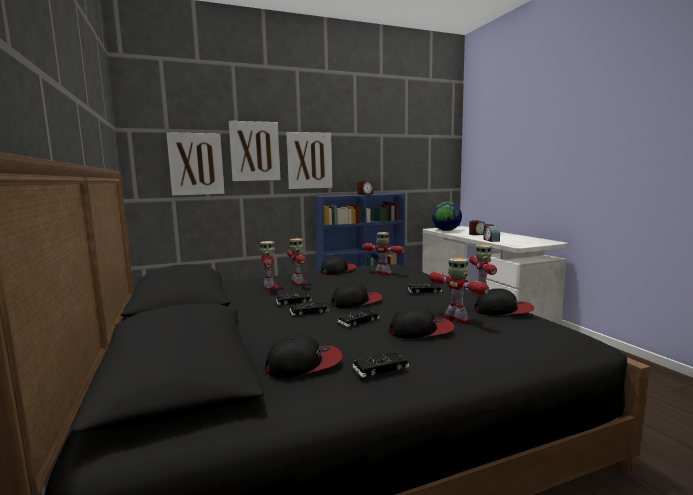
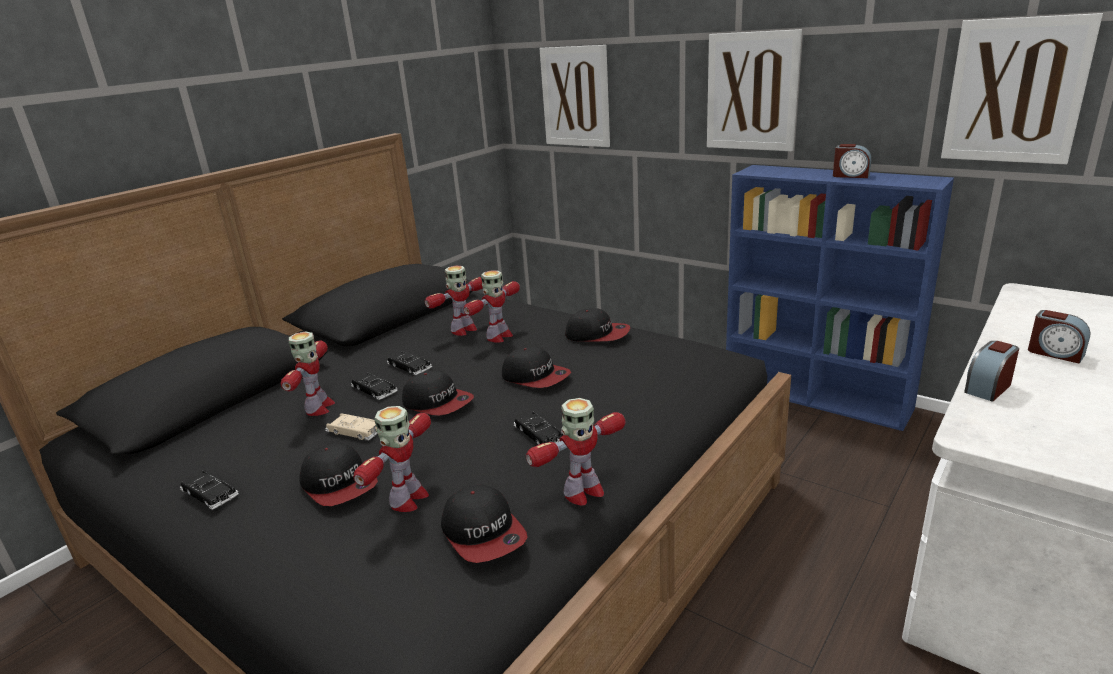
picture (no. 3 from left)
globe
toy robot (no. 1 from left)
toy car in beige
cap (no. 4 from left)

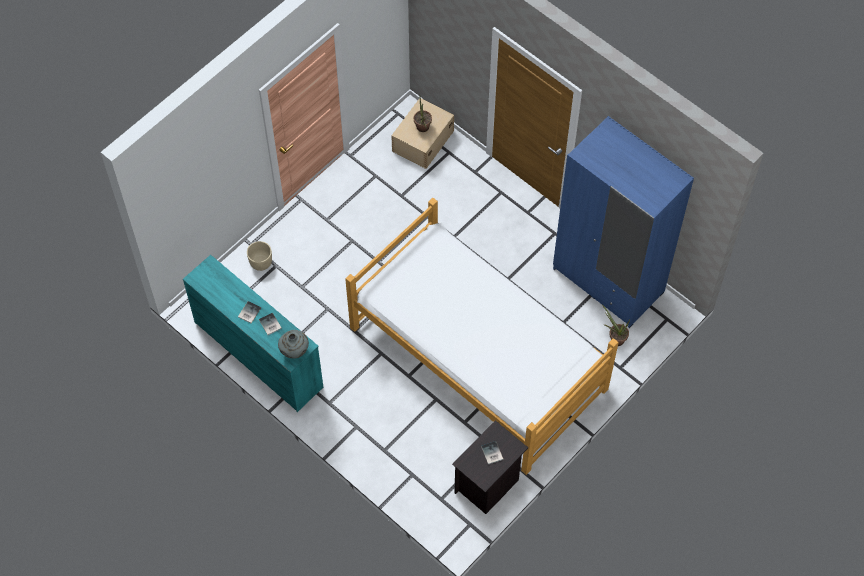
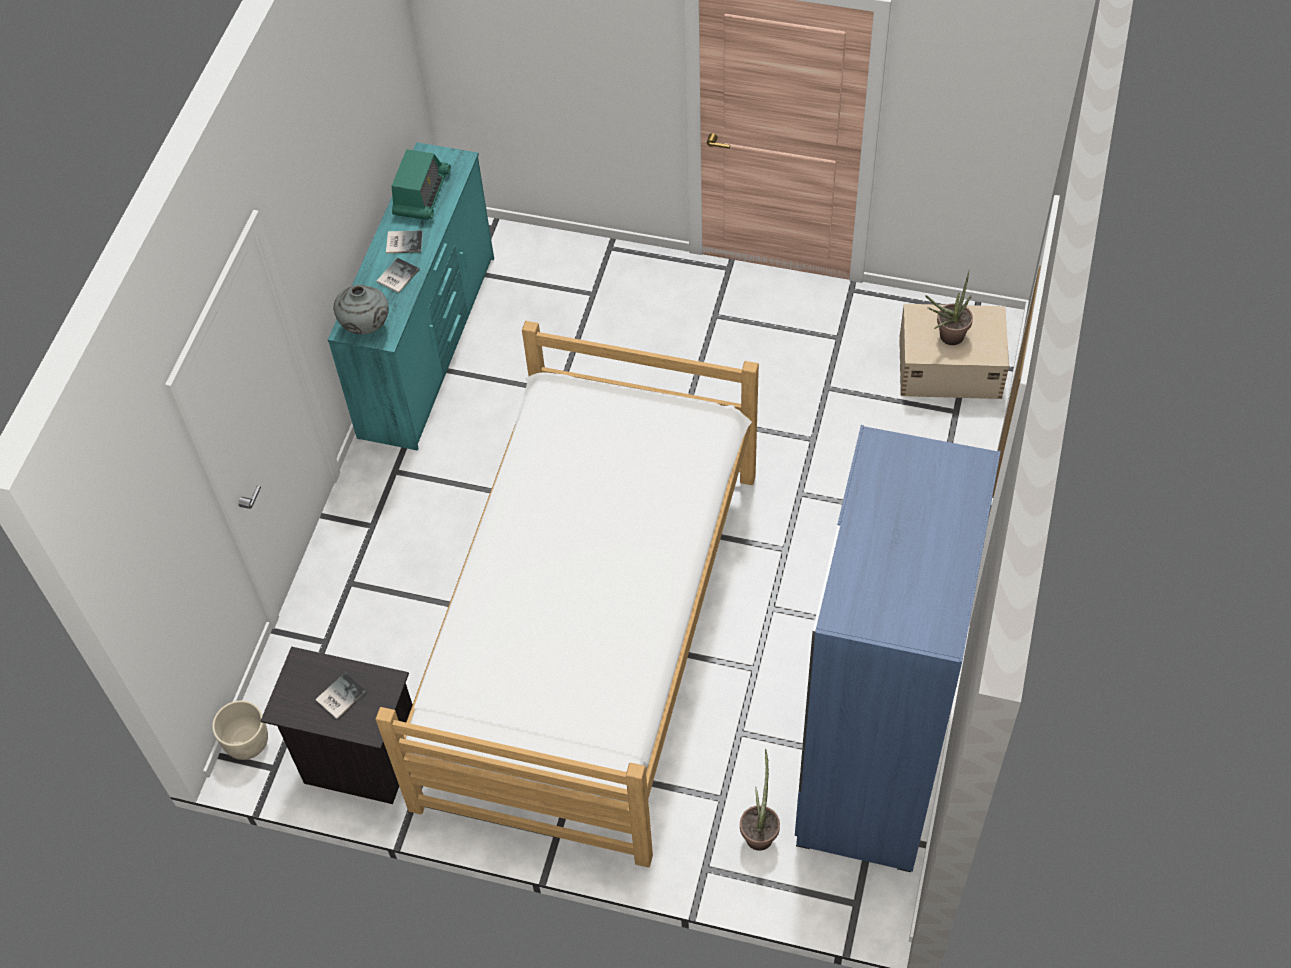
planter in beige
radio

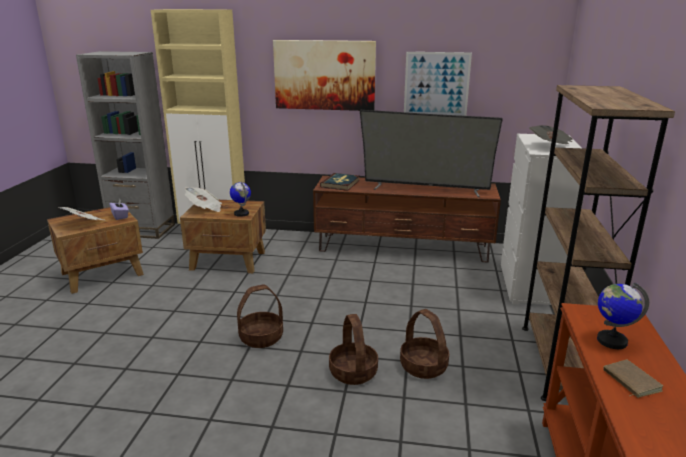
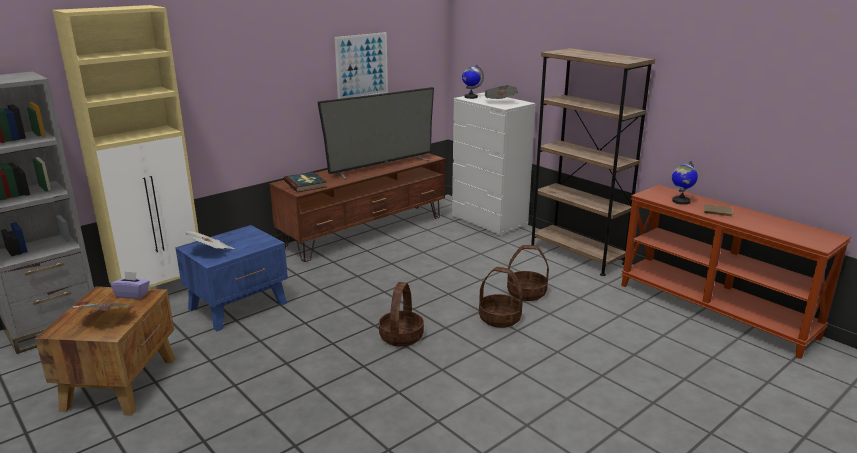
picture (no. 1 from left in the first image)
globe (no. 1 from left)
side table in blue

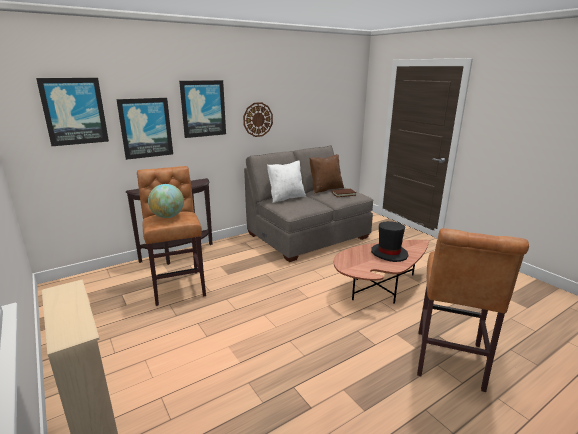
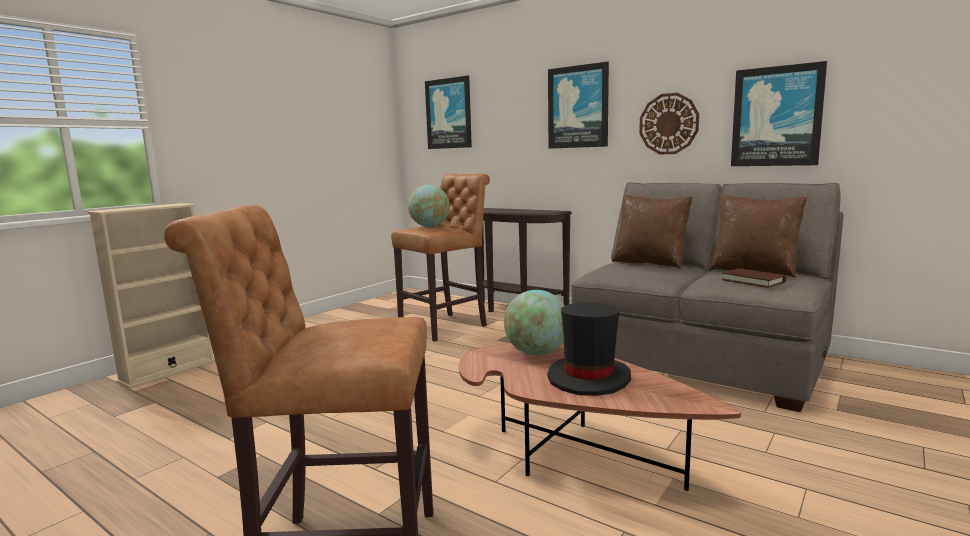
picture (no. 3 from left)
pillow in brown (no. 1 from left)
globe (no. 2 from left)

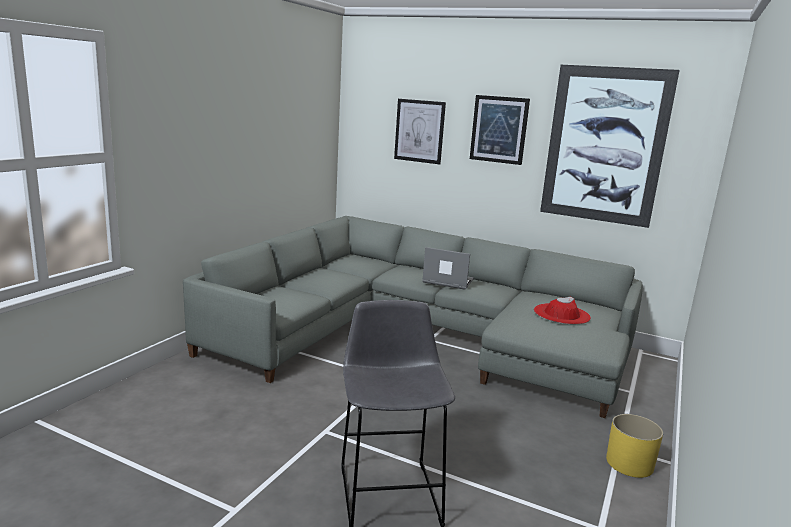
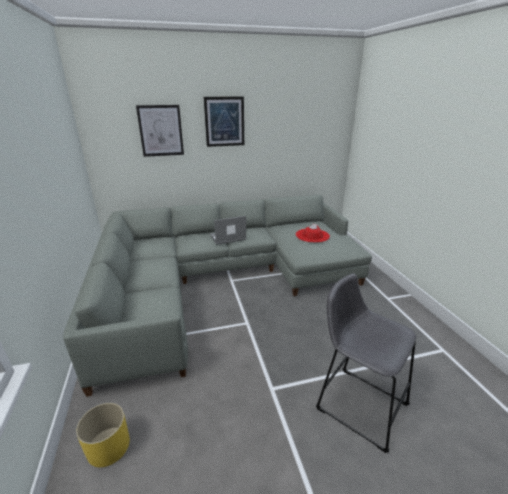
picture (no. 3 from left in the first image)
planter in yellow

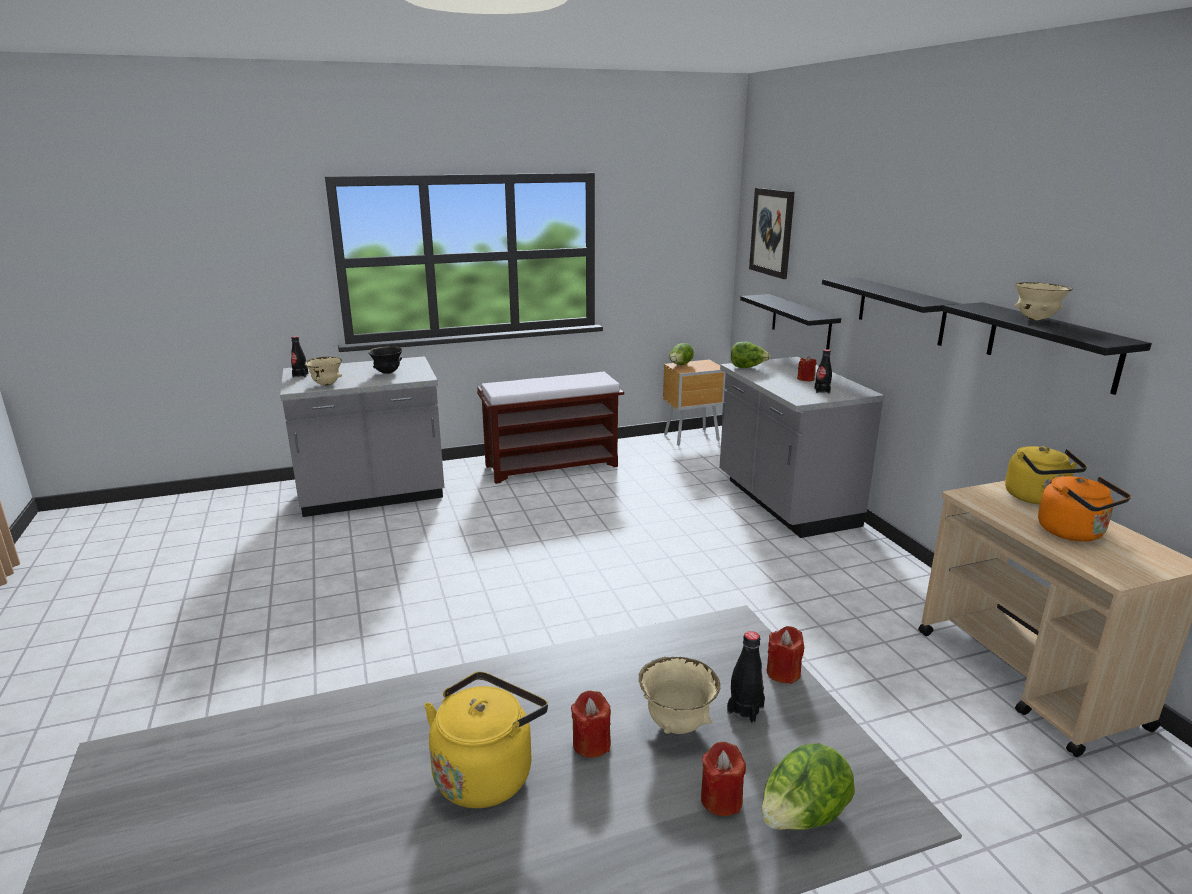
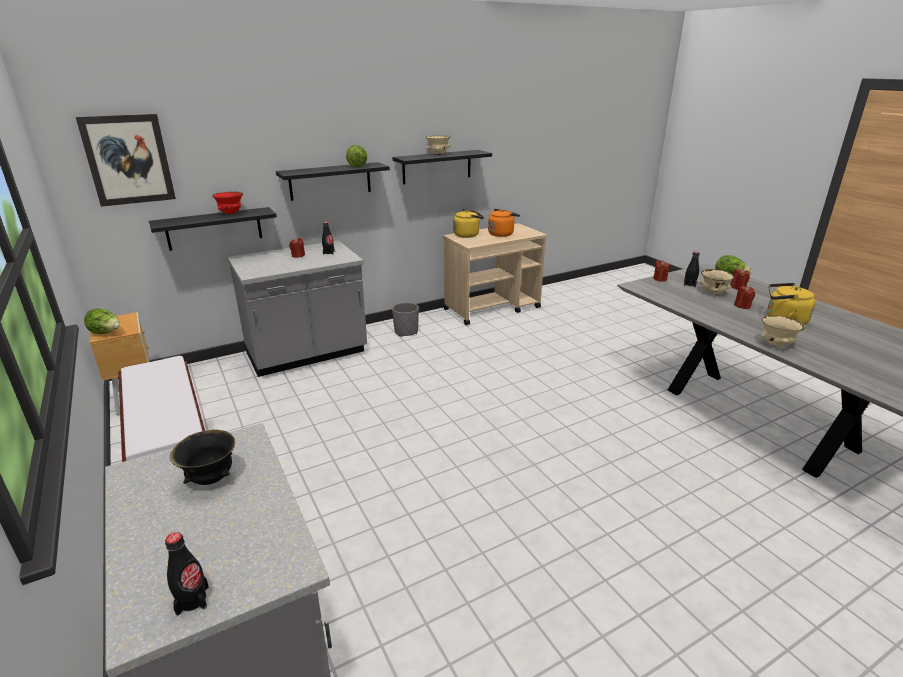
lettuce (no. 2 from left)
bowl in beige (no. 3 from left)
bowl in red
planter in grey

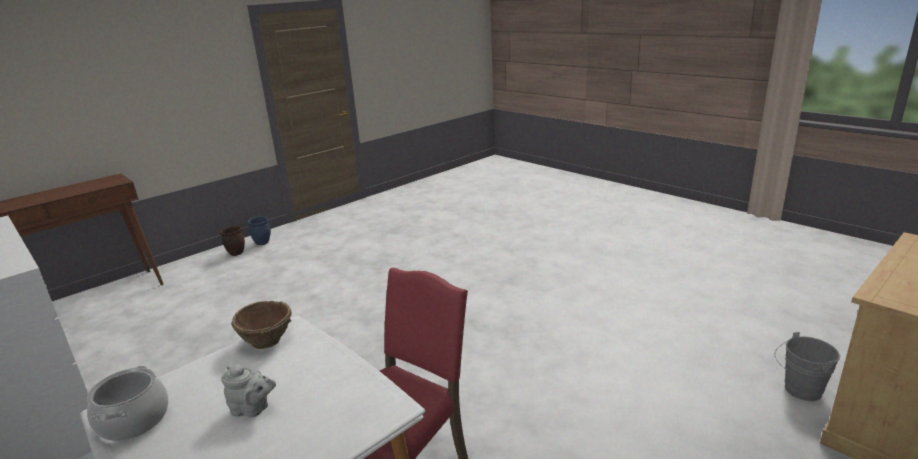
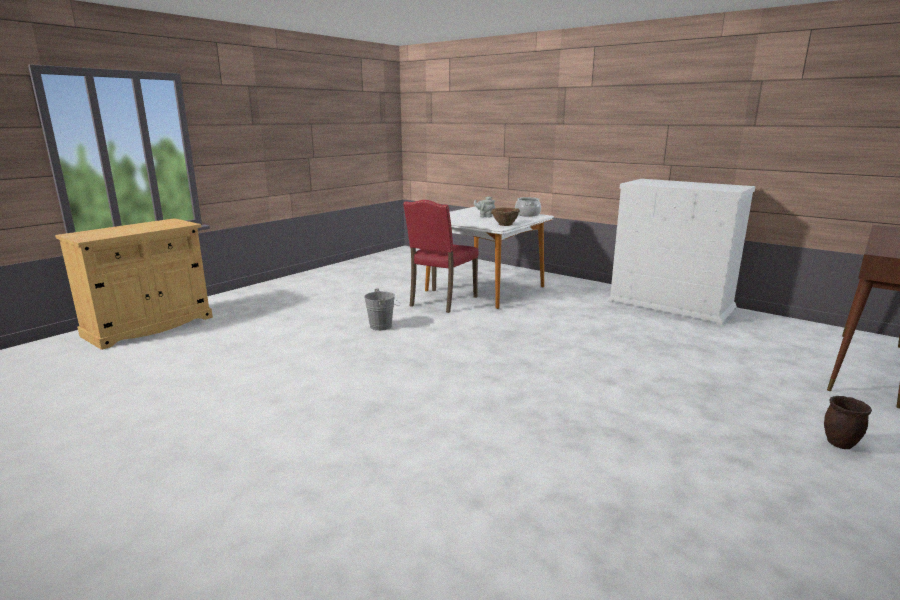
planter in blue
bucket in grey

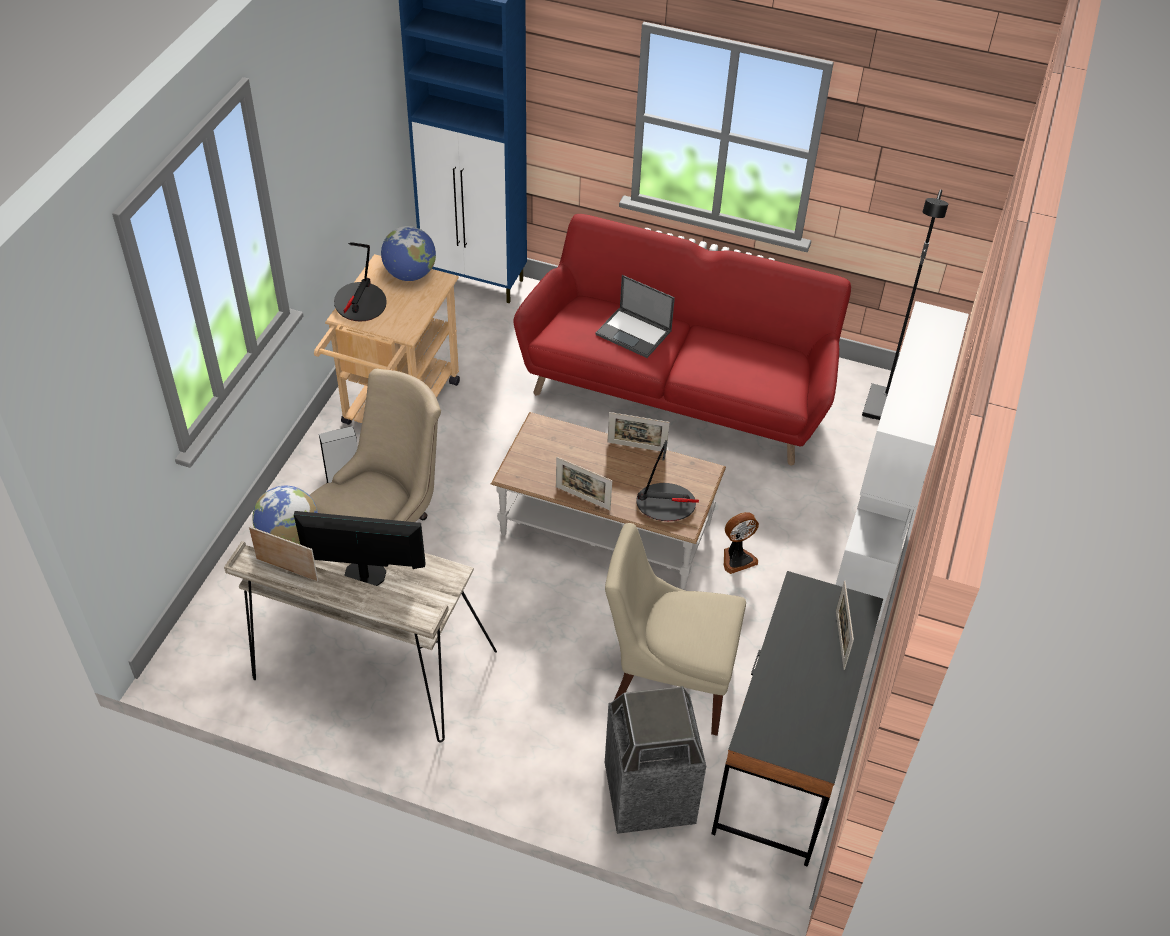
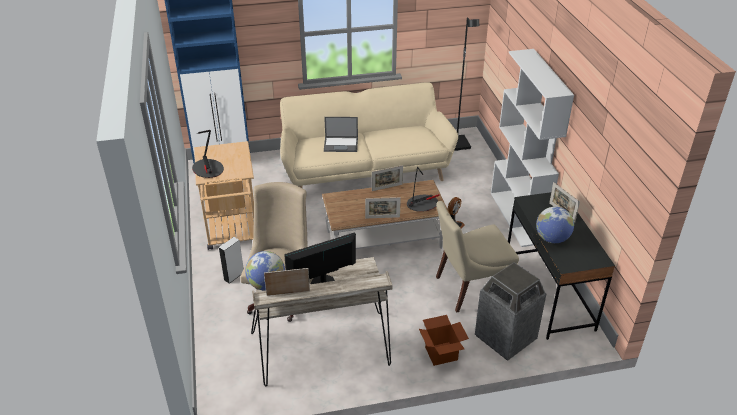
sofa in beige
globe (no. 2 from left)
cardboard box

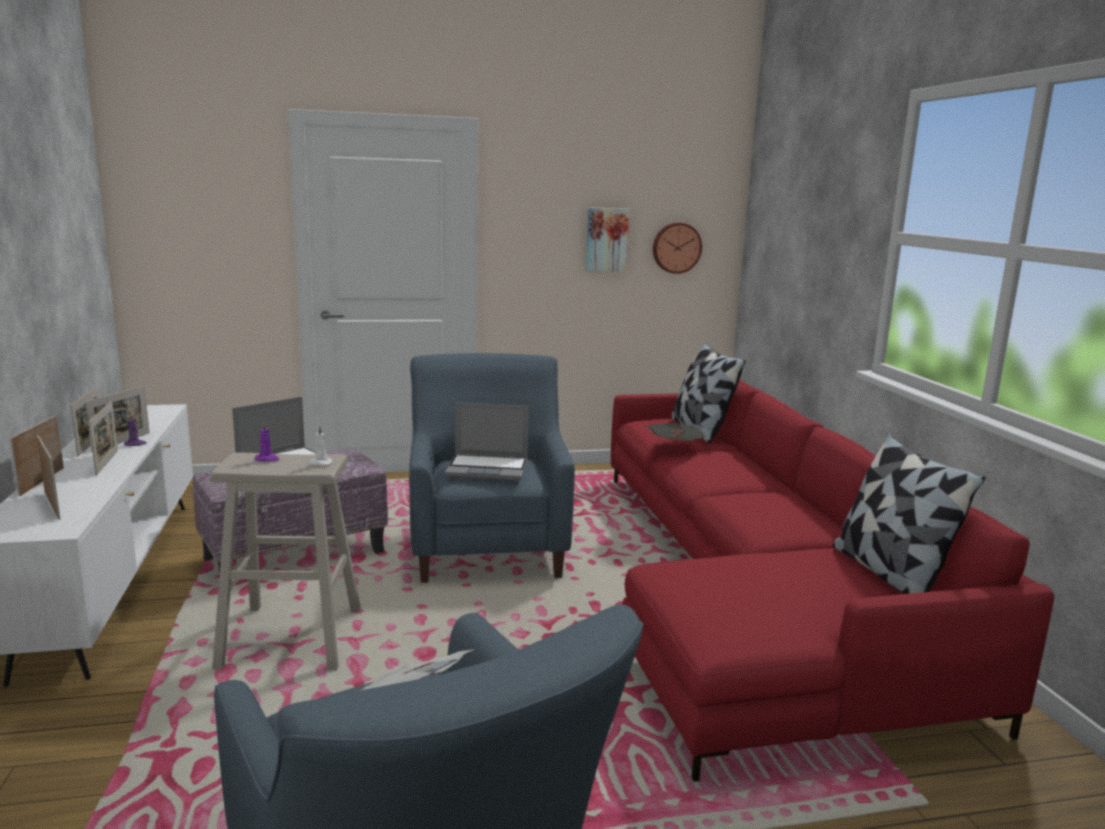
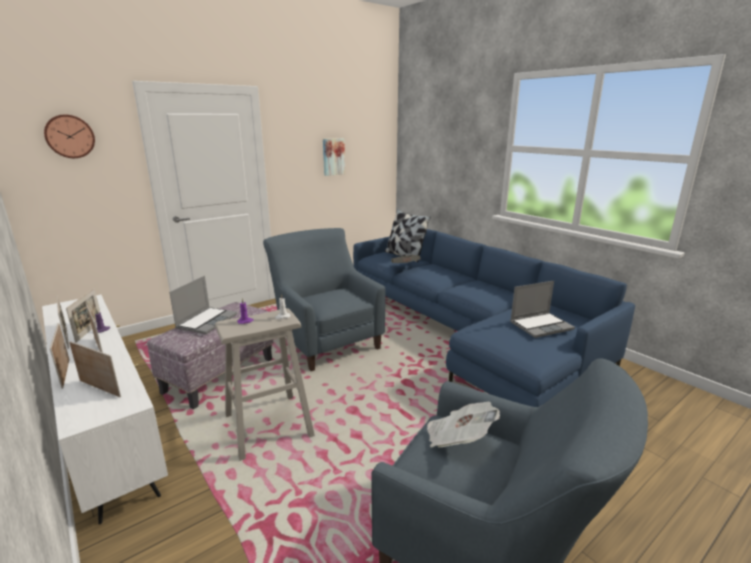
wall clock
sofa in blue
laptop (no. 2 from left)
pillow (no. 2 from left in the first image)

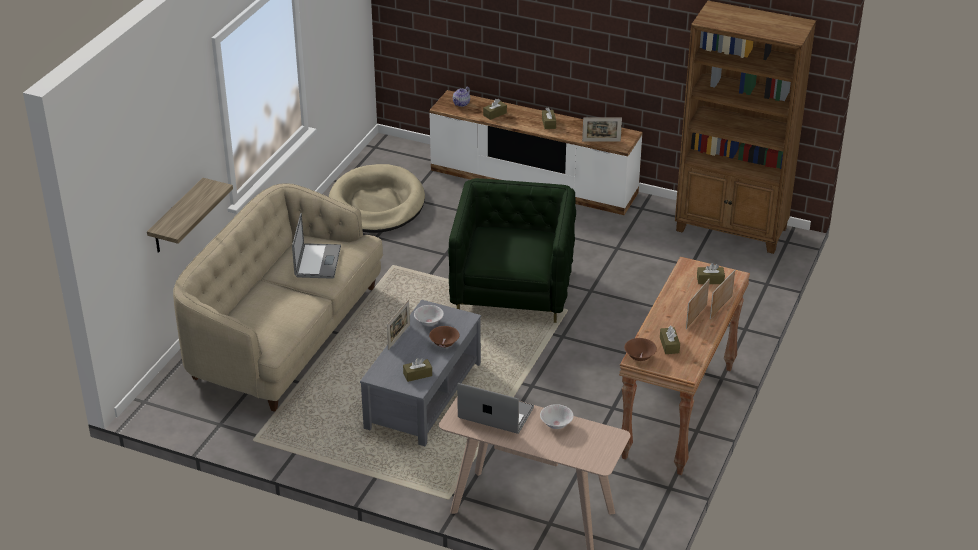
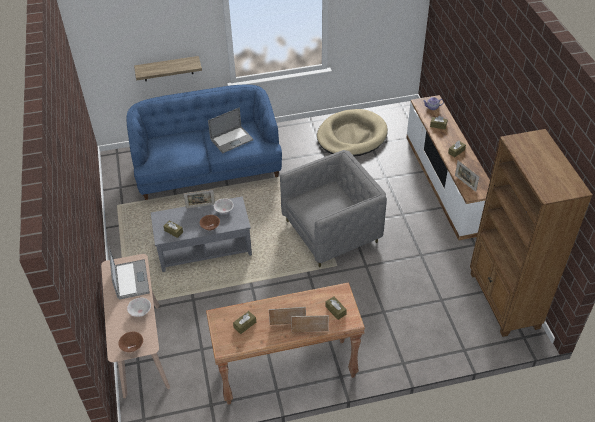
armchair in grey
sofa in blue
bowl in brown (no. 1 from left)

